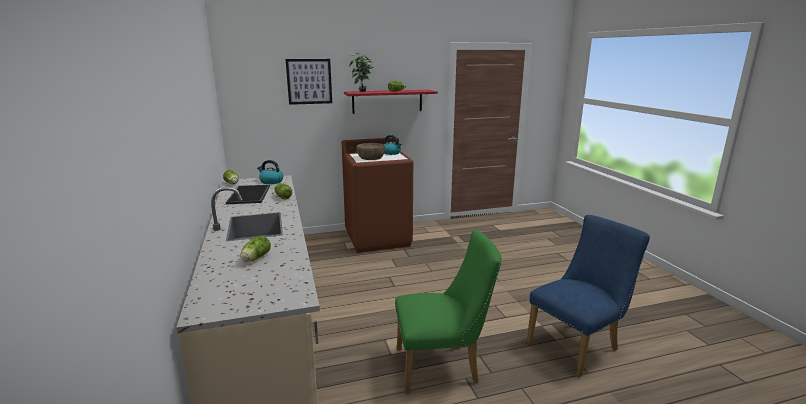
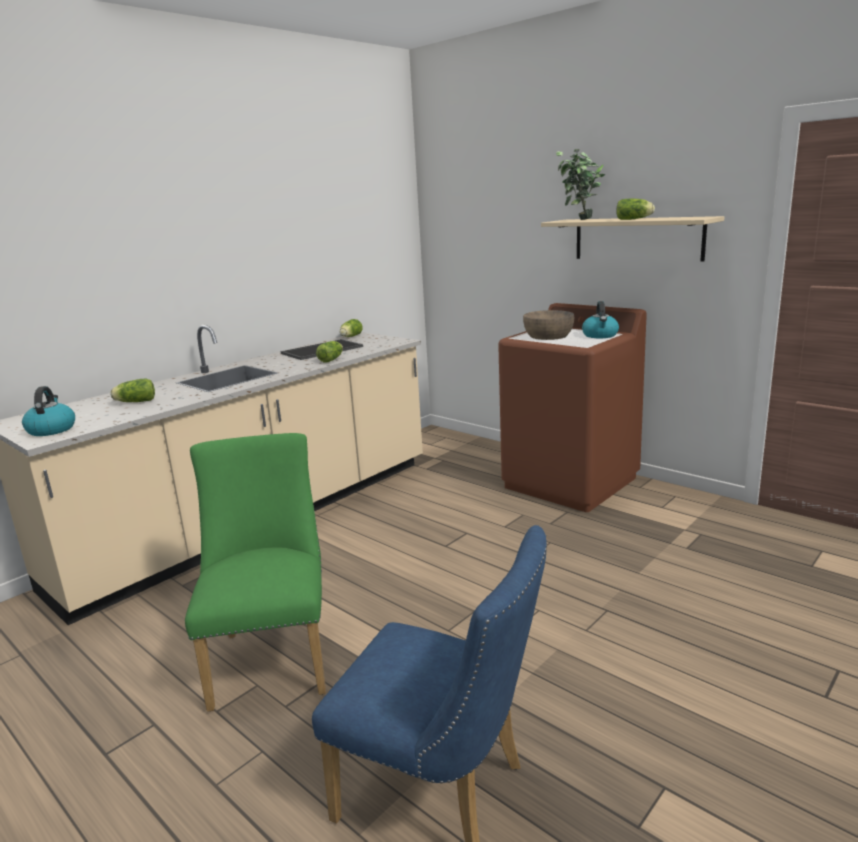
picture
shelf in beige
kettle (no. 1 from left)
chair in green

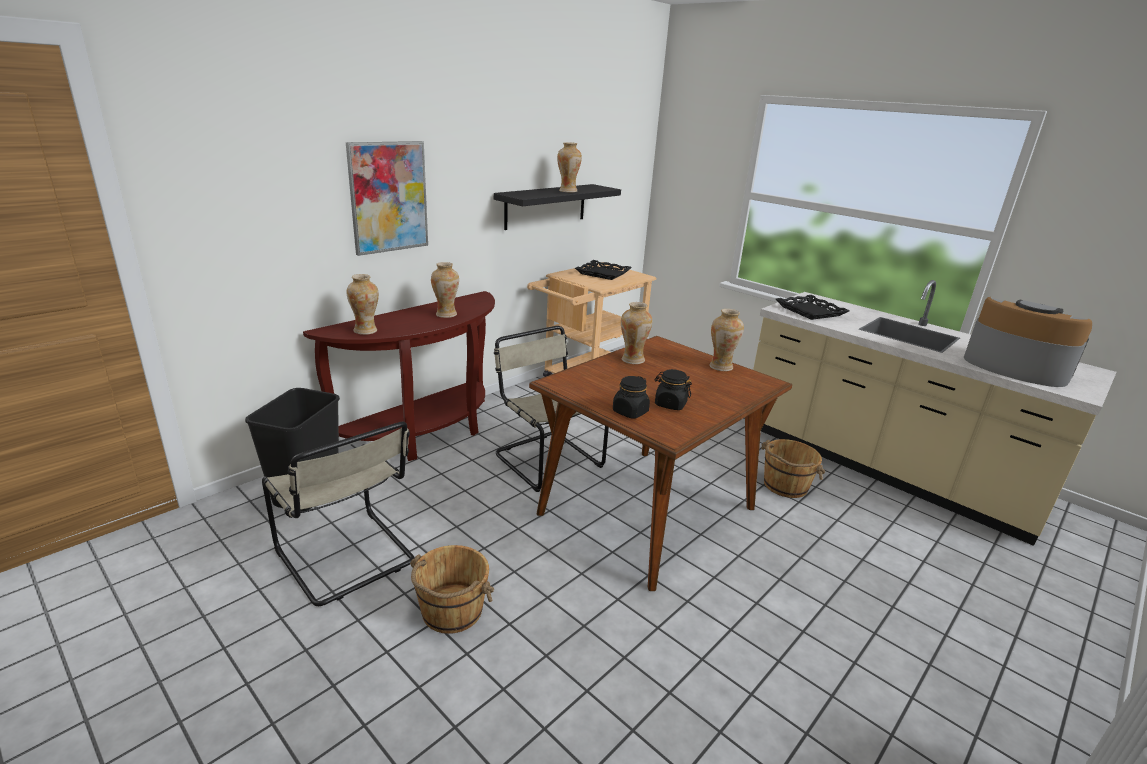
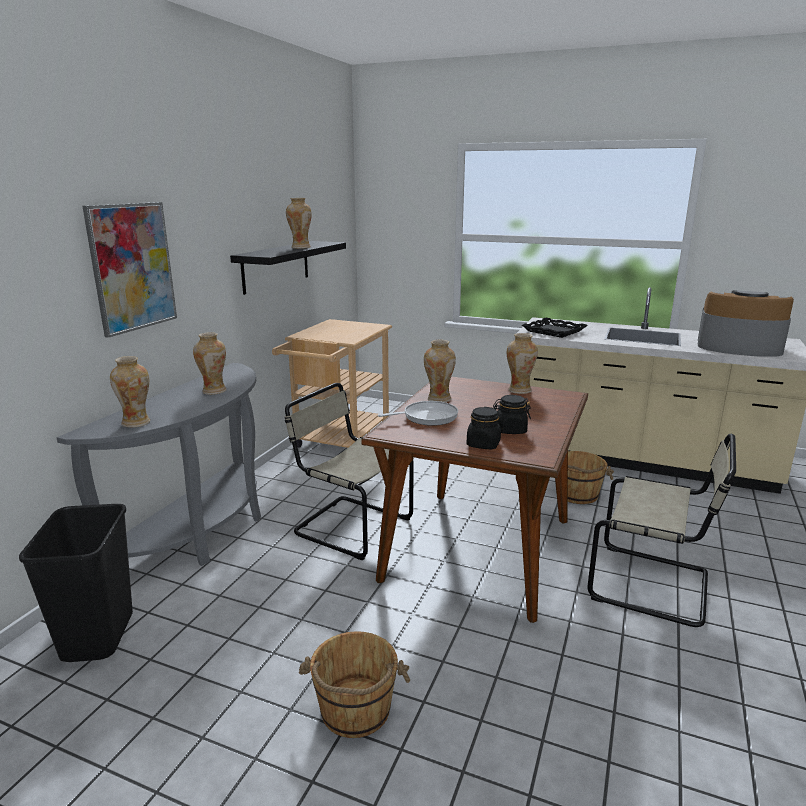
tray in black (no. 1 from left in the first image)
console table in grey
chair in beige (no. 2 from left)
frying pan

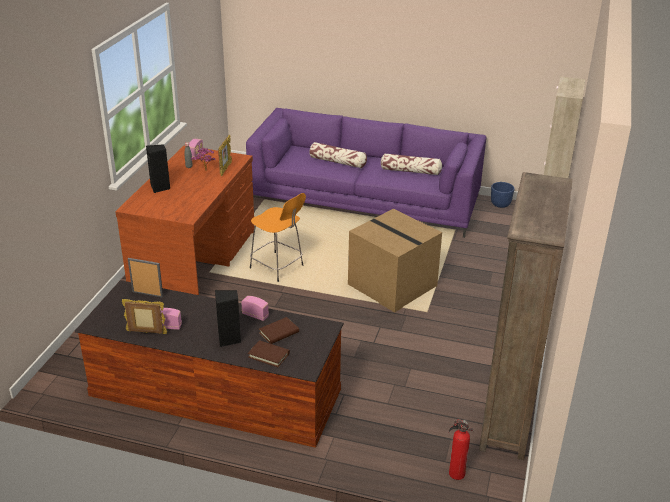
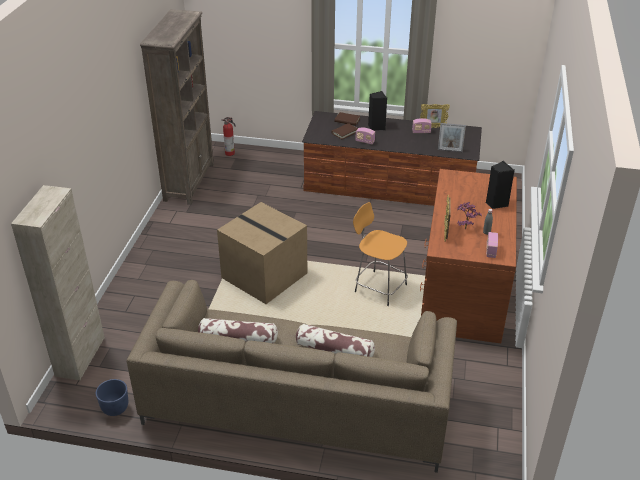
sofa in brown

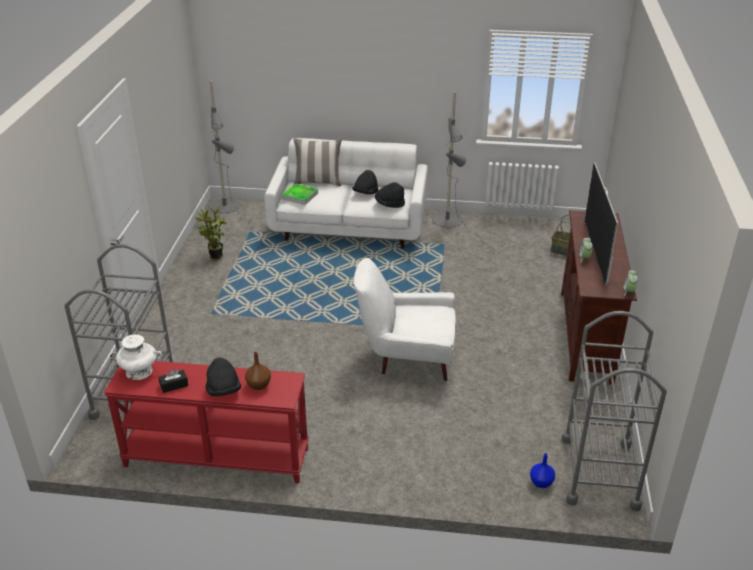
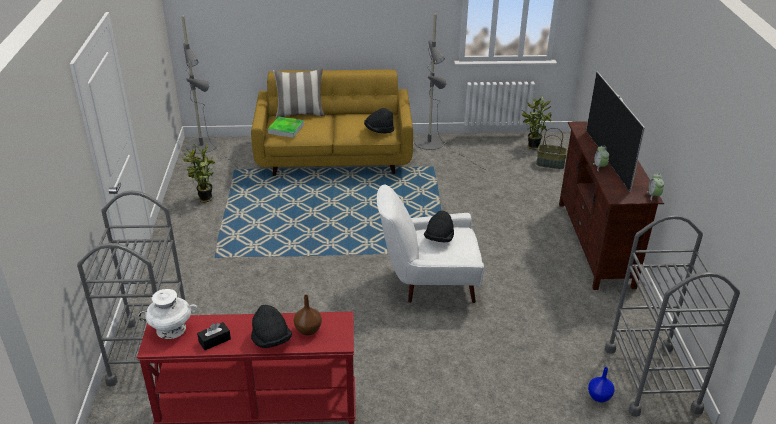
sofa in yellow
hat in black (no. 3 from left)
potted plant (no. 2 from left)

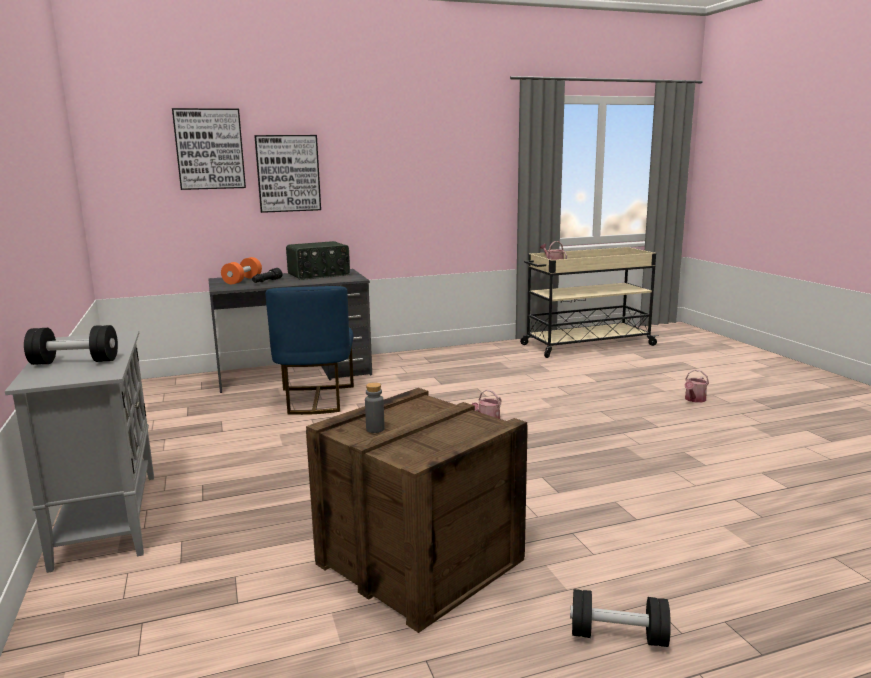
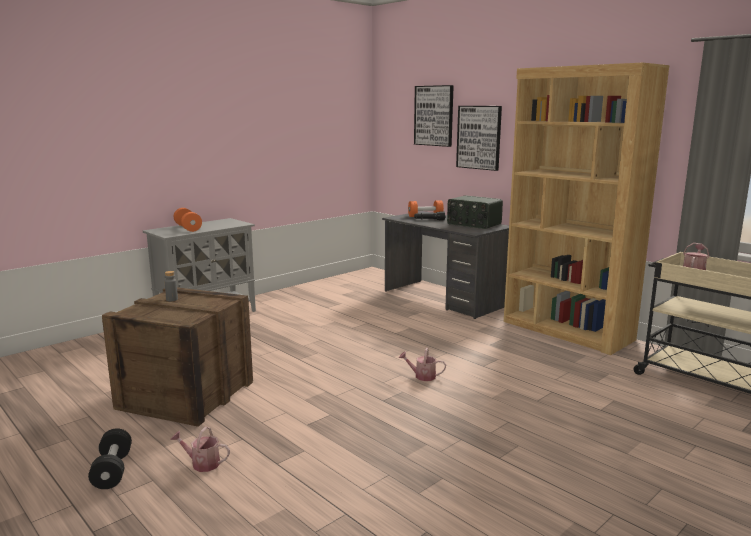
chair in blue
dumbbell in orange (no. 1 from left)
watering can (no. 1 from left)
bookcase in brown

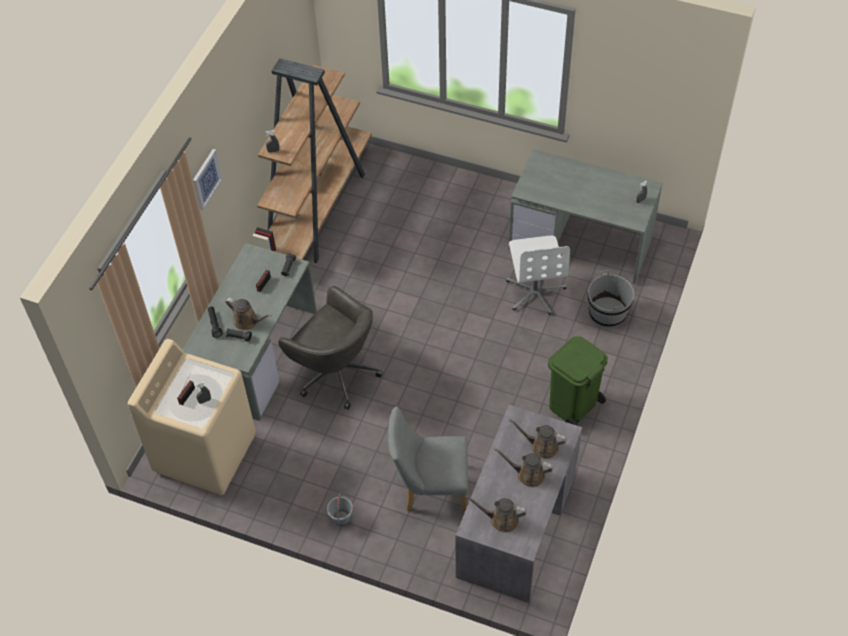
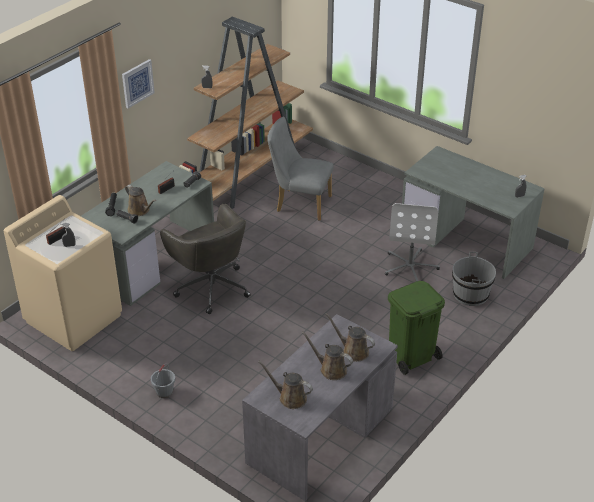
chair in grey

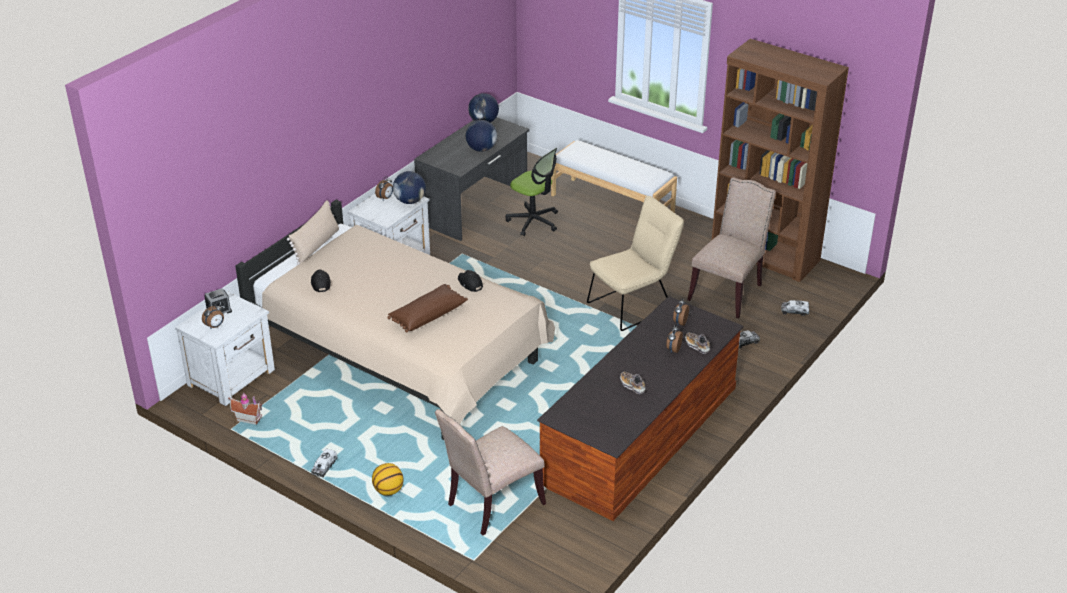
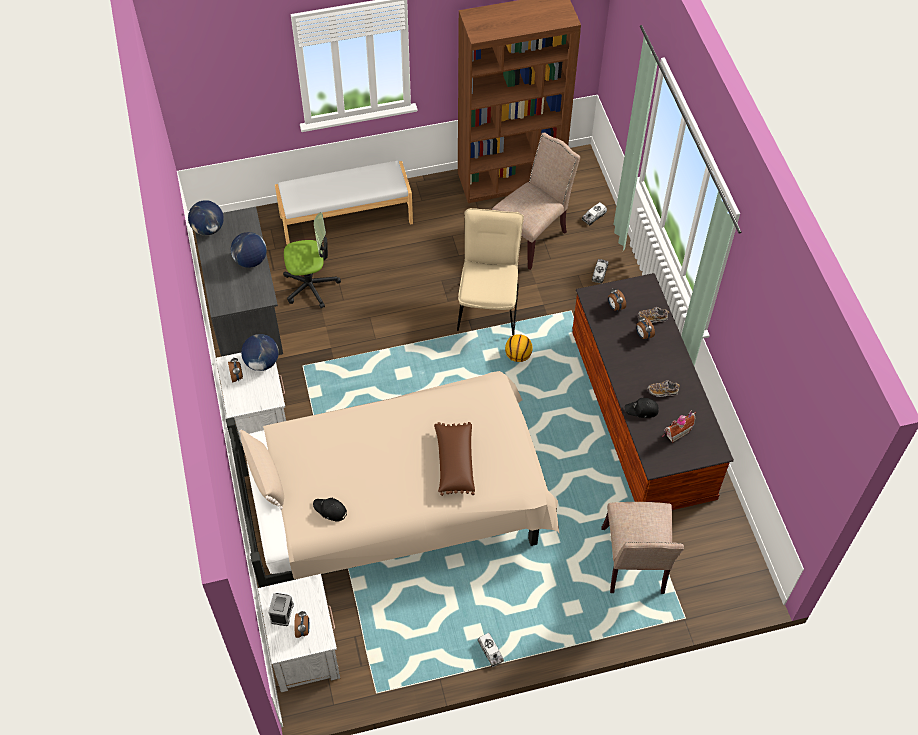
chair in beige (no. 2 from left)
cap in black (no. 2 from left)
toy house
basketball

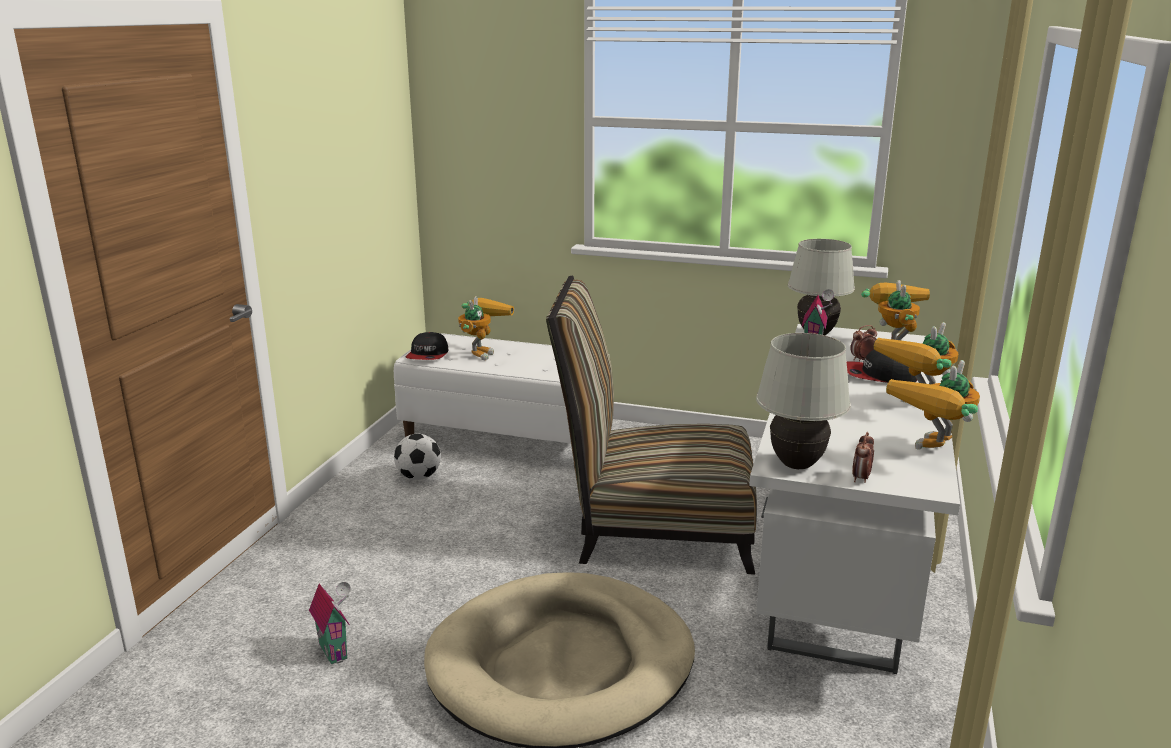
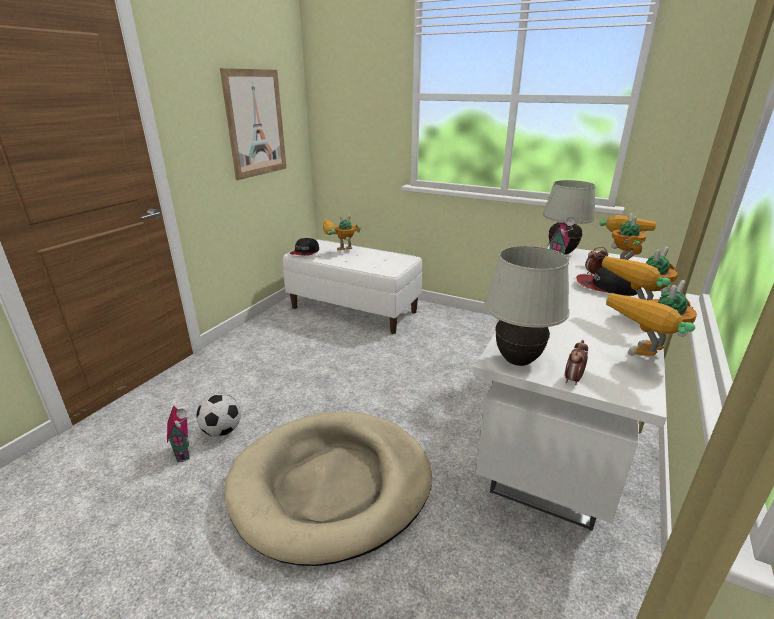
chair
toy robot (no. 1 from left)
football
picture

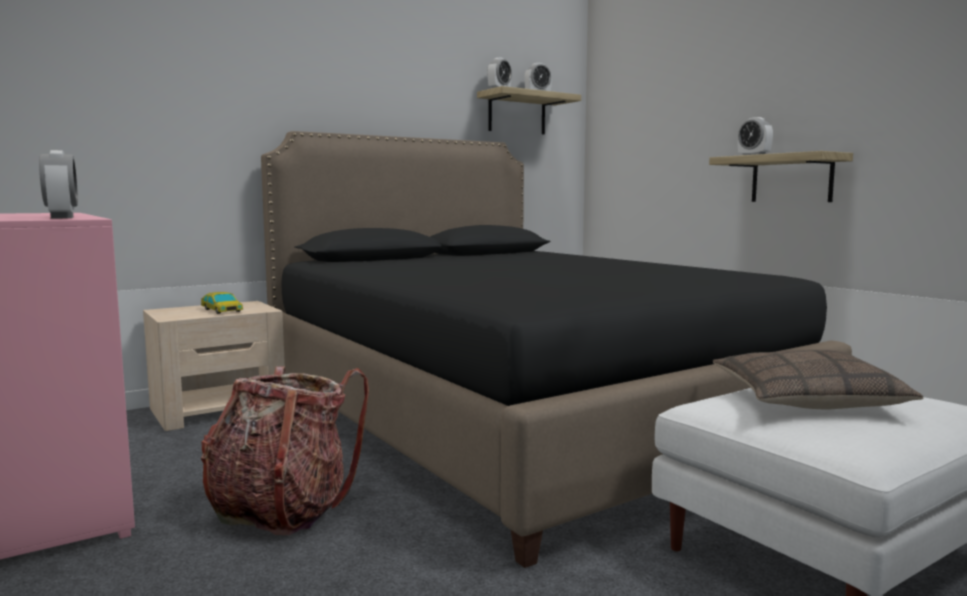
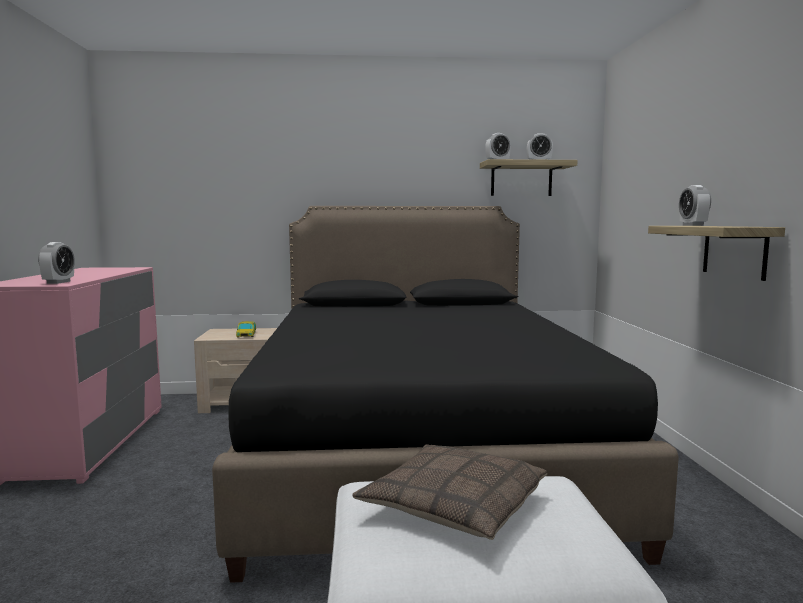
backpack

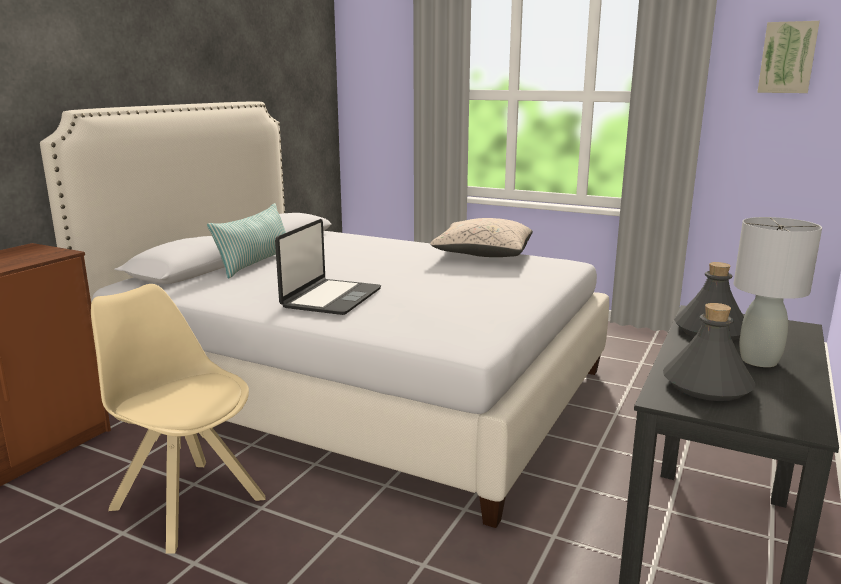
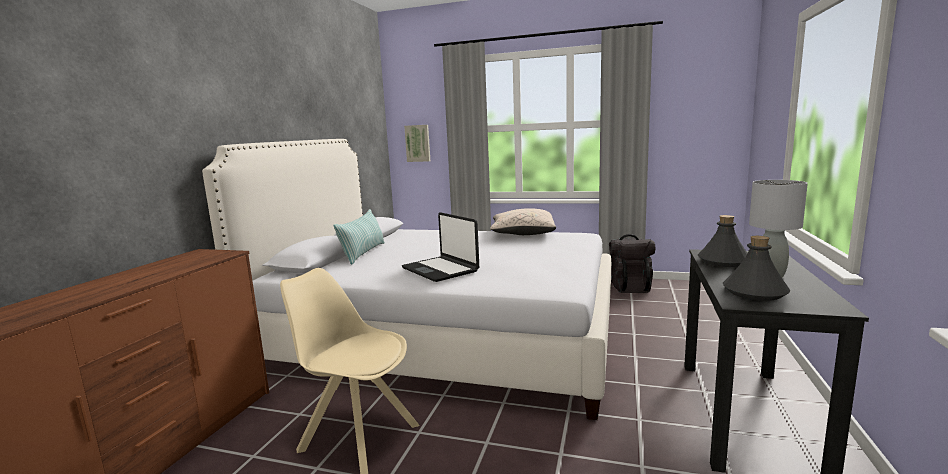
picture
laptop
backpack in black

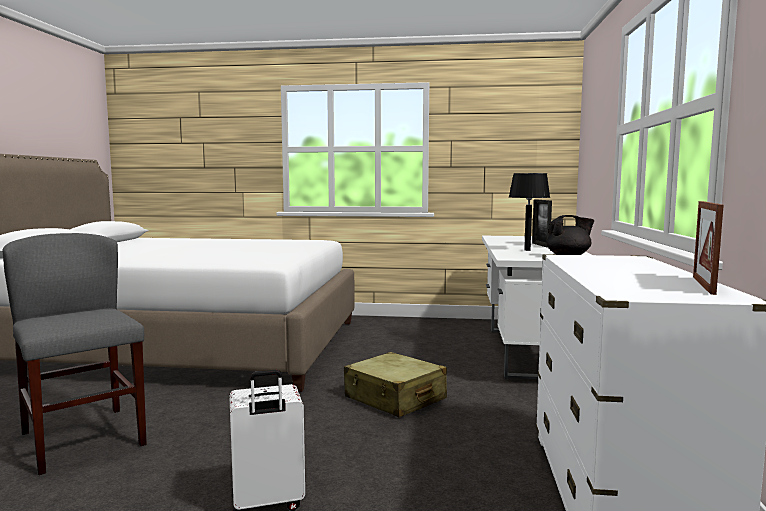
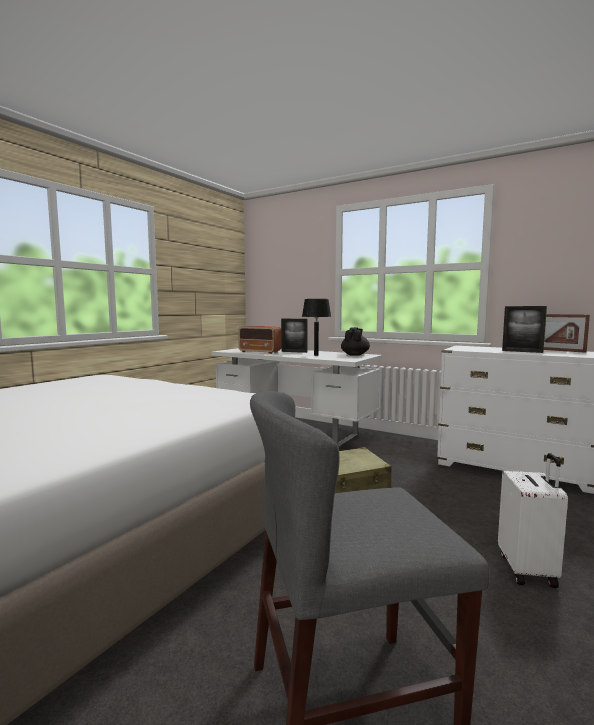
picture frame (no. 2 from left)
radio

